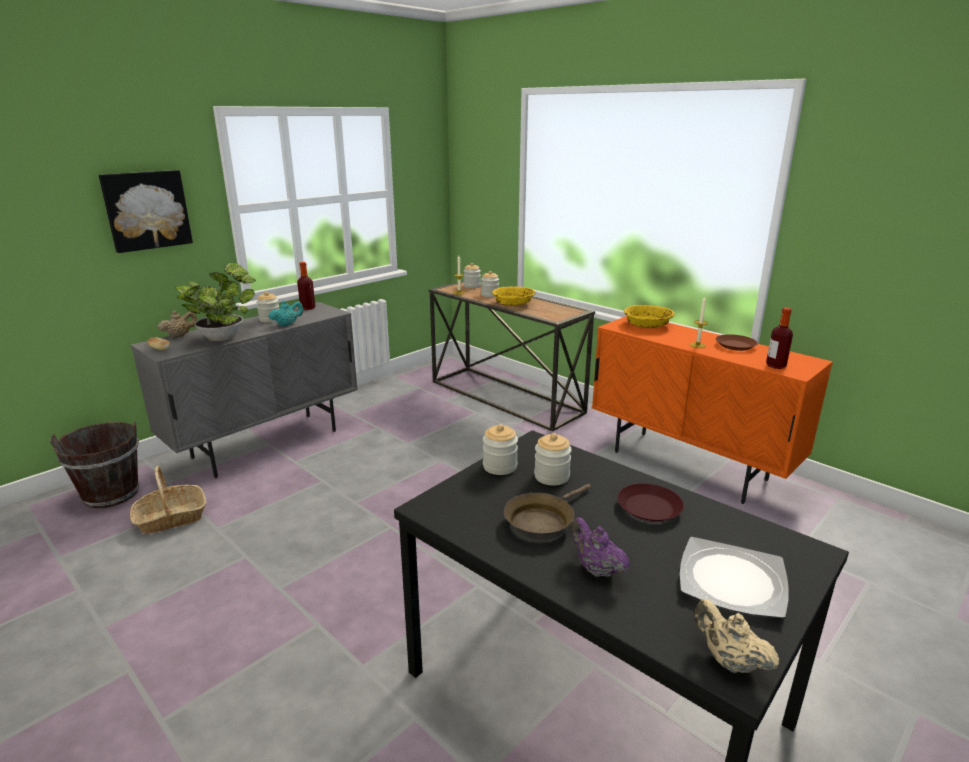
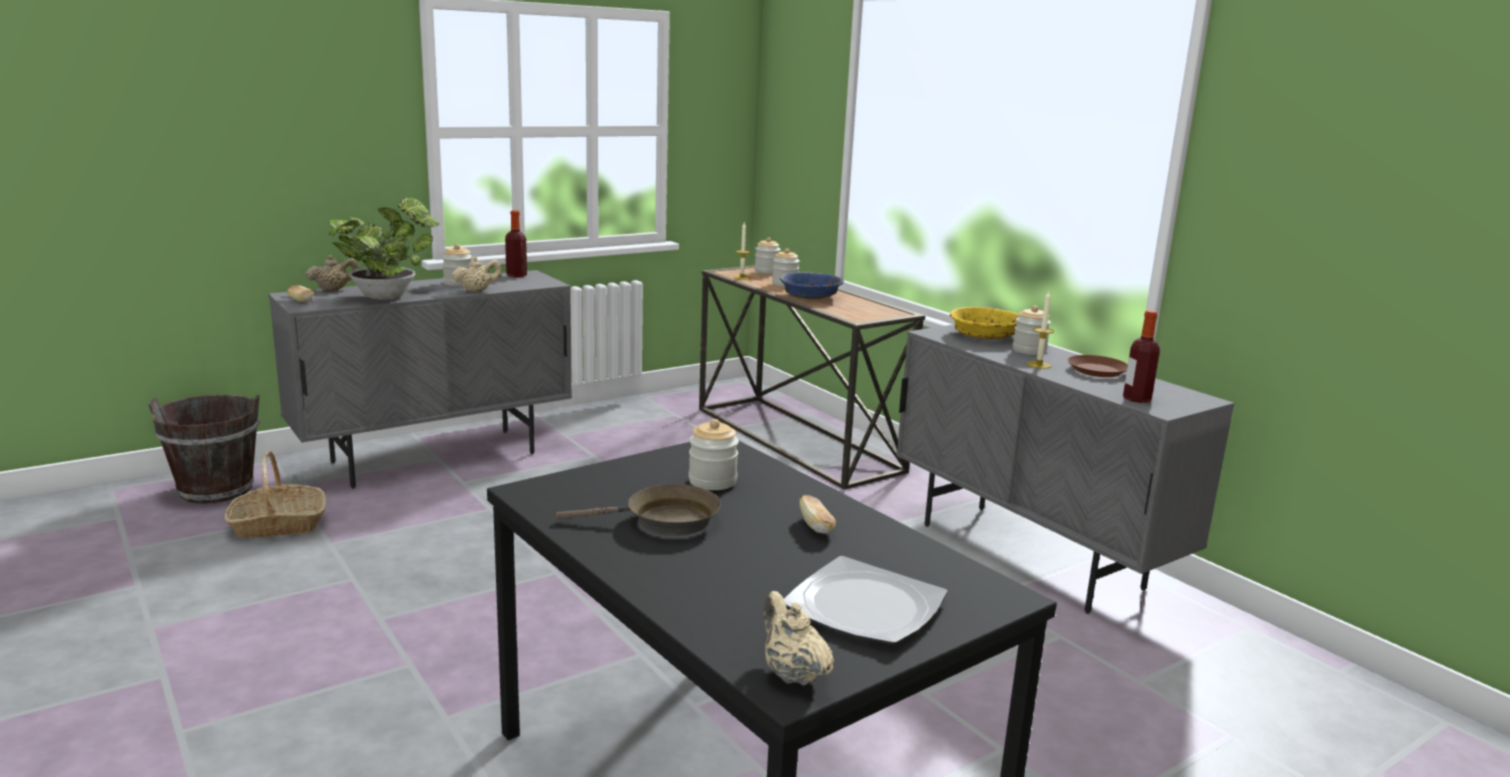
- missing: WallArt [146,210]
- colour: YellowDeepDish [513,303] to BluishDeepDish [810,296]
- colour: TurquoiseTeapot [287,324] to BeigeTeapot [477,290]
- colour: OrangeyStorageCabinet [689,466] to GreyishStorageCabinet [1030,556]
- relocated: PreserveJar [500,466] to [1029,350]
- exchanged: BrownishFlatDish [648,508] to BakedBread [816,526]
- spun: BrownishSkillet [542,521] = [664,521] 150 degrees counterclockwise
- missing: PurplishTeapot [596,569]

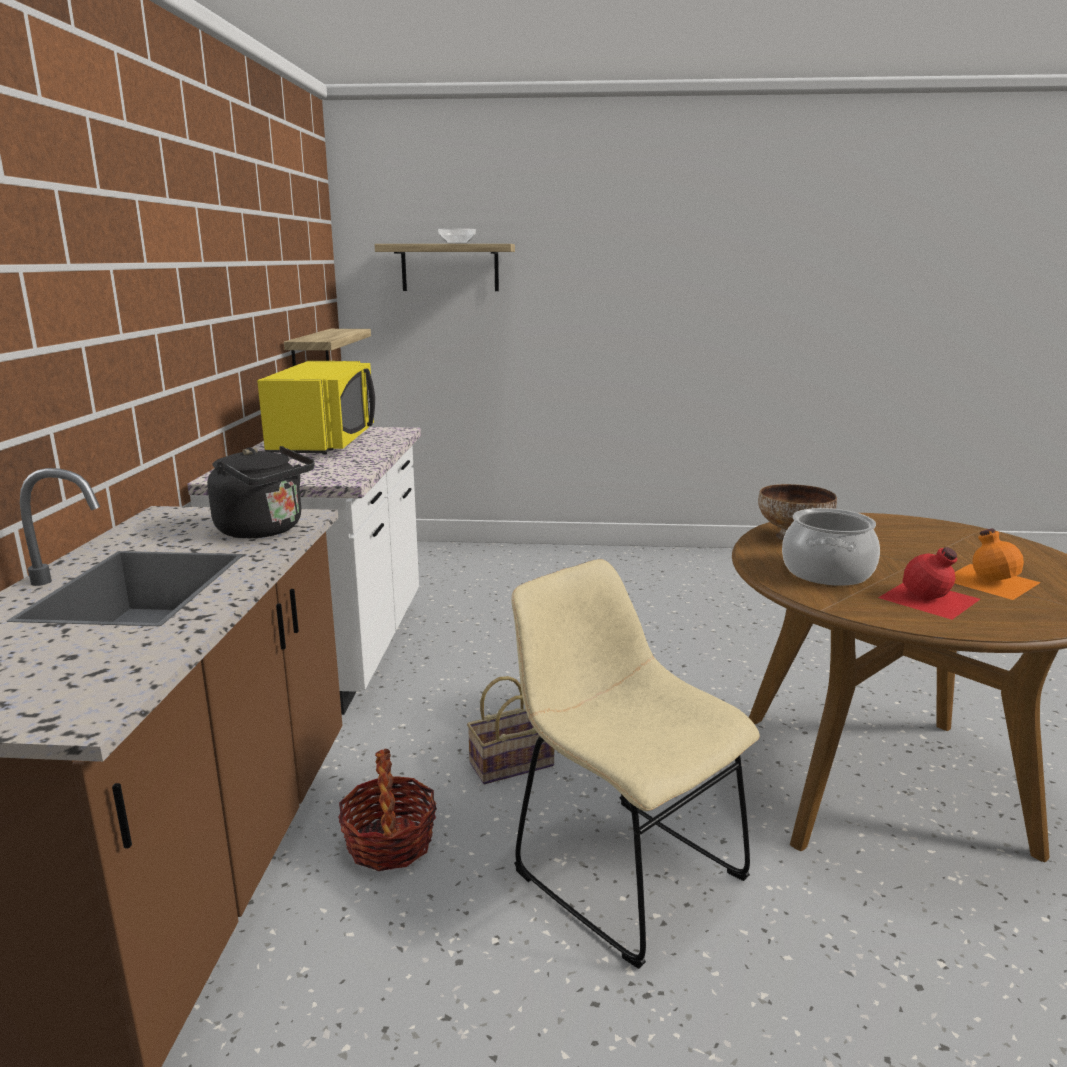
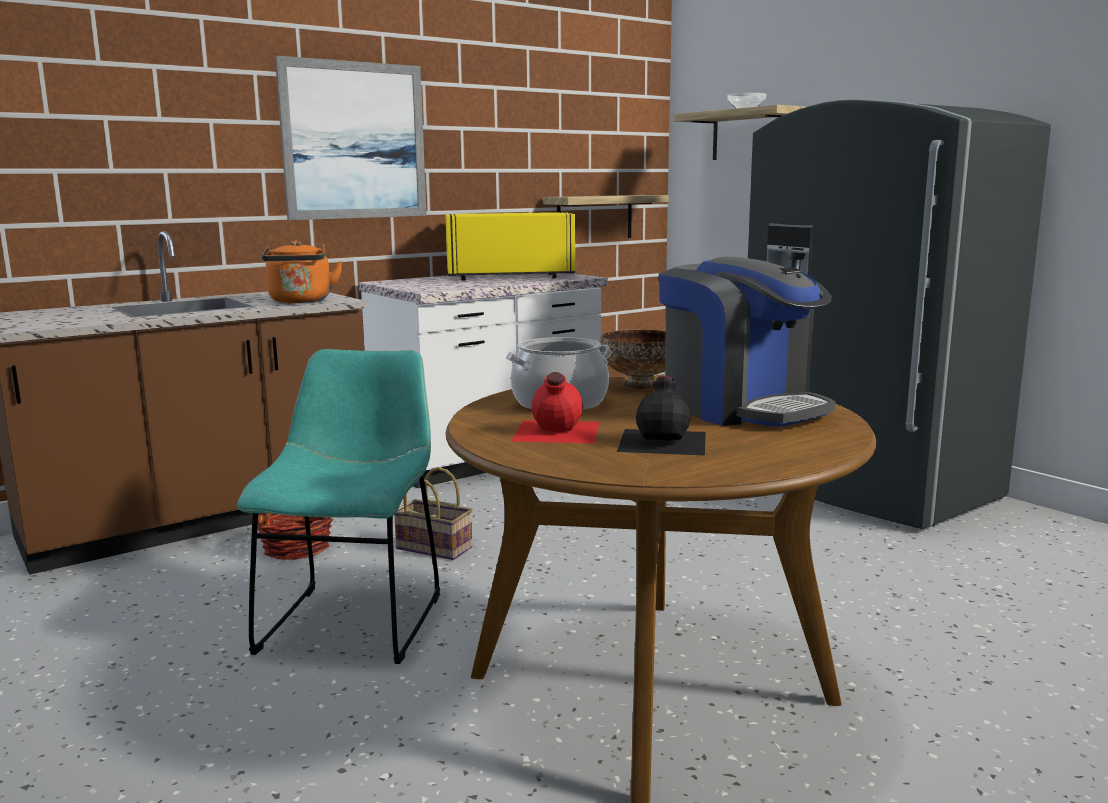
- spun: YellowMicrowaveOven [326,442] = [509,276] 150 degrees counterclockwise
- colour: BlackishKettle [265,530] to OrangeyKettle [300,301]
- colour: OrangeyBeverageBottle [989,580] to BlackishBeverageBottle [664,441]
- colour: BeigeChair [620,869] to TurquoiseChair [355,619]
- appeared: WallArt [354,141]
- appeared: GreyishKitchenFridge [864,487]
- appeared: CoffeeBrewer [740,408]

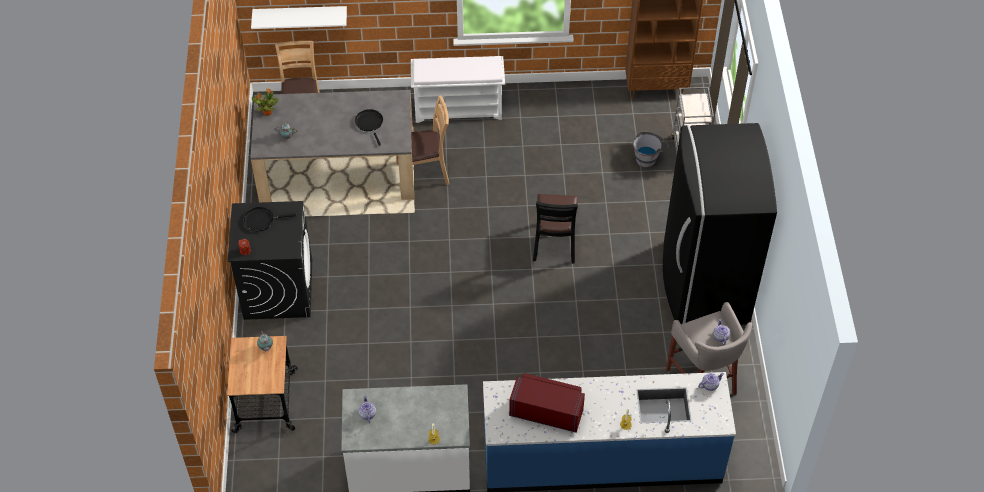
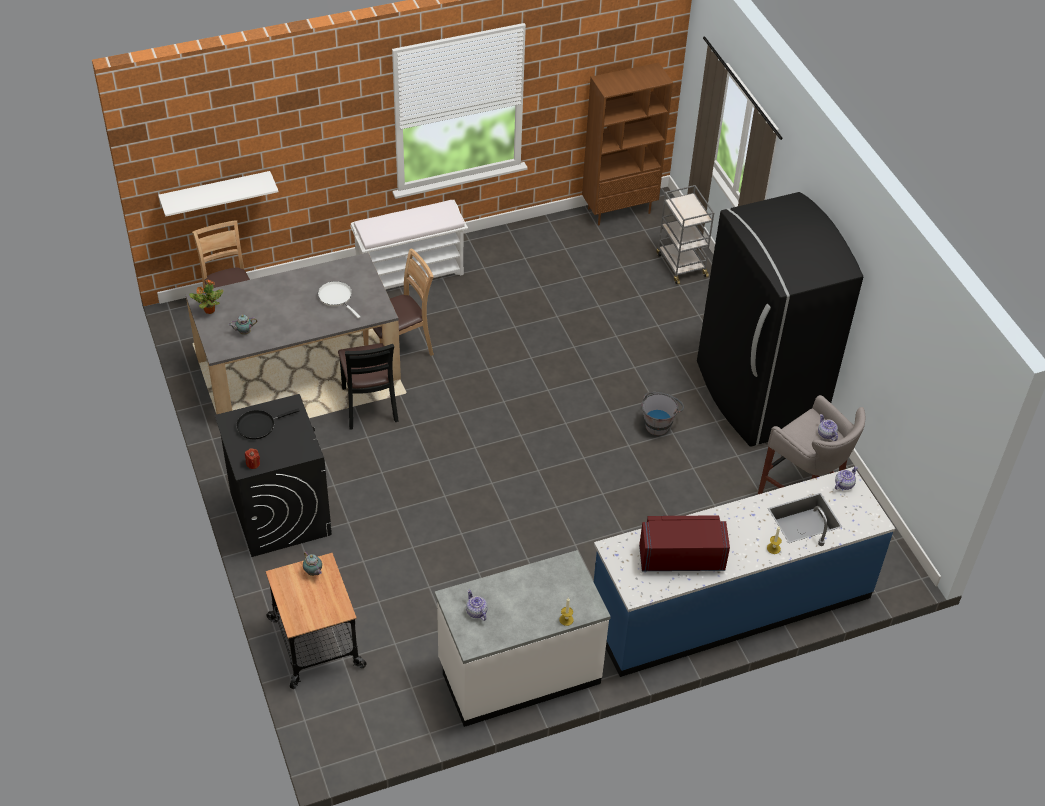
- colour: BlackishSkillet [370,123] to WhiteSkillet [337,297]
- relocated: GreyishWaterBucket [648,157] to [659,423]
- relocated: BlackishChair [554,243] to [369,405]

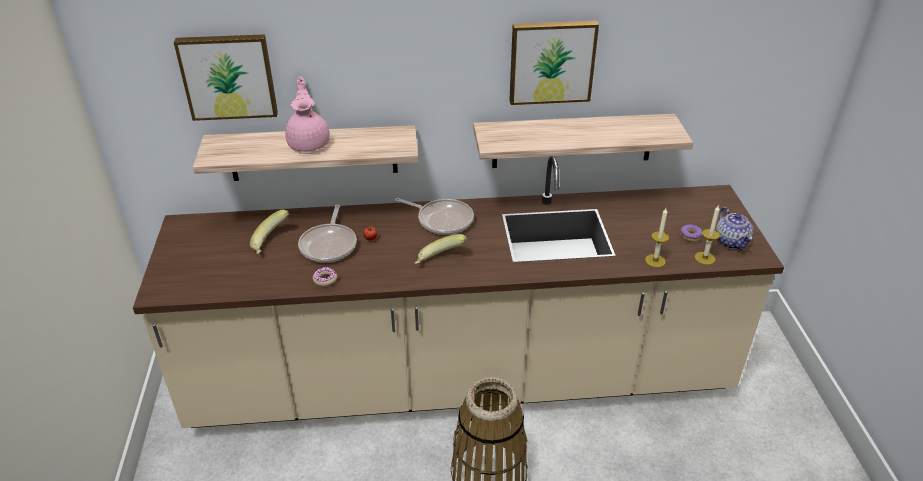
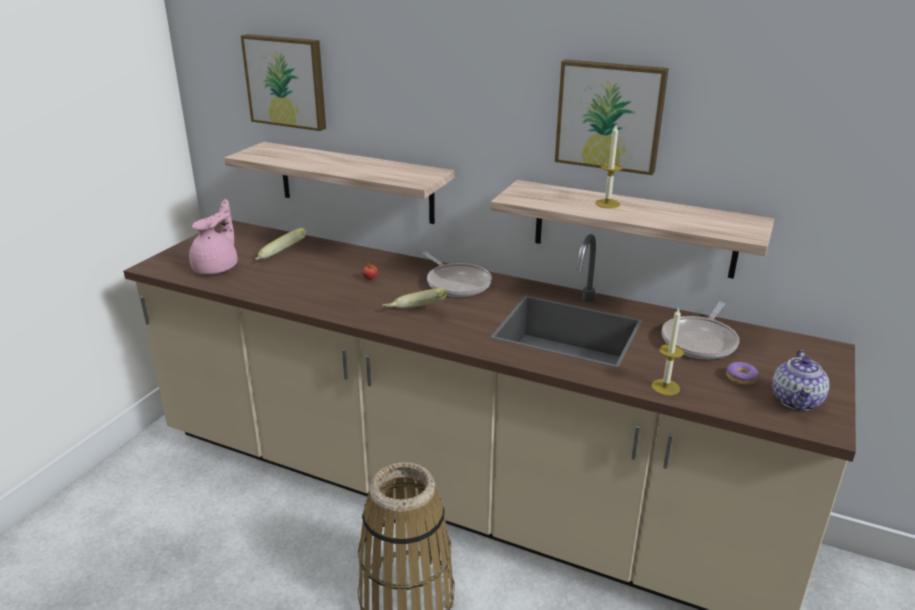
- relocated: PinkColouredTeapot [309,143] to [217,267]
- relocated: Skillet [329,245] to [700,341]
- relocated: WaxLight [705,258] to [607,203]
- missing: RingDoughnut [325,279]

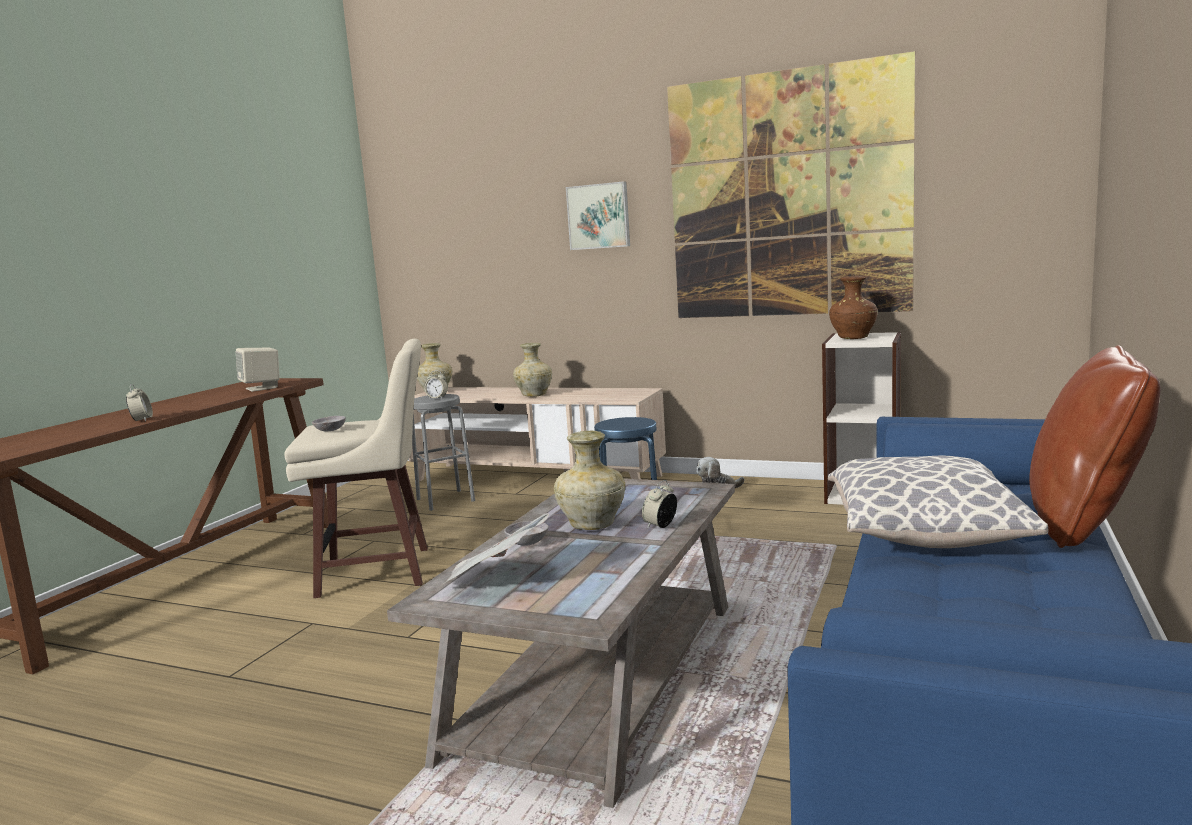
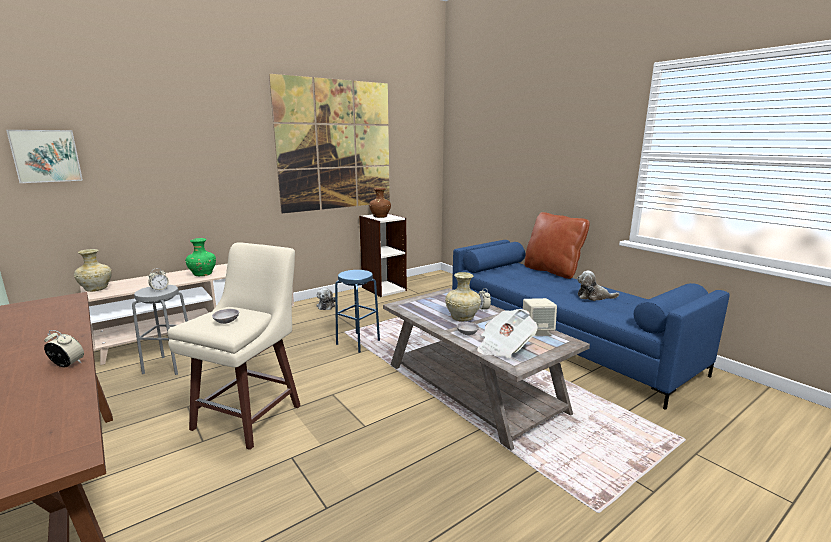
- relocated: WallArt [599,216] to [46,156]
- colour: BeigeDecorativeVase [535,395] to GreenColouredDecorativeVase [203,274]
- relocated: BeigeLoudspeaker [261,388] to [537,331]
- missing: Cushion [924,535]
- appeared: PlushToy [593,297]

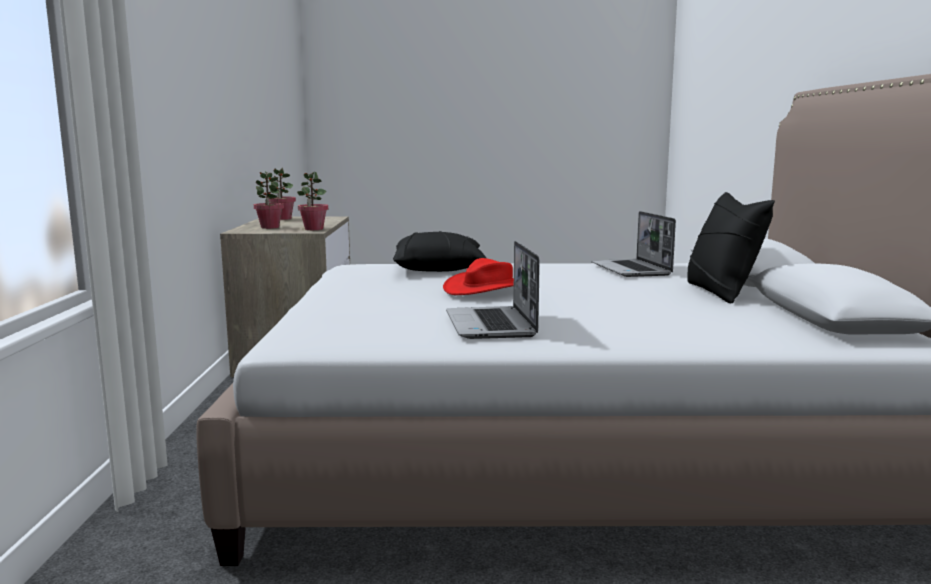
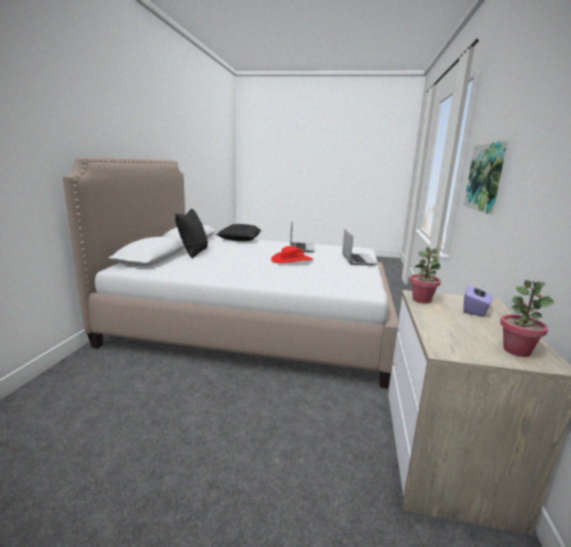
- exchanged: Houseplant [270,227] to PurplishBoxOfTissues [475,310]
- relocated: Laptop [632,270] to [358,260]
- relocated: BlackishCushion [439,269] to [239,239]
- appeared: WallArt [486,177]

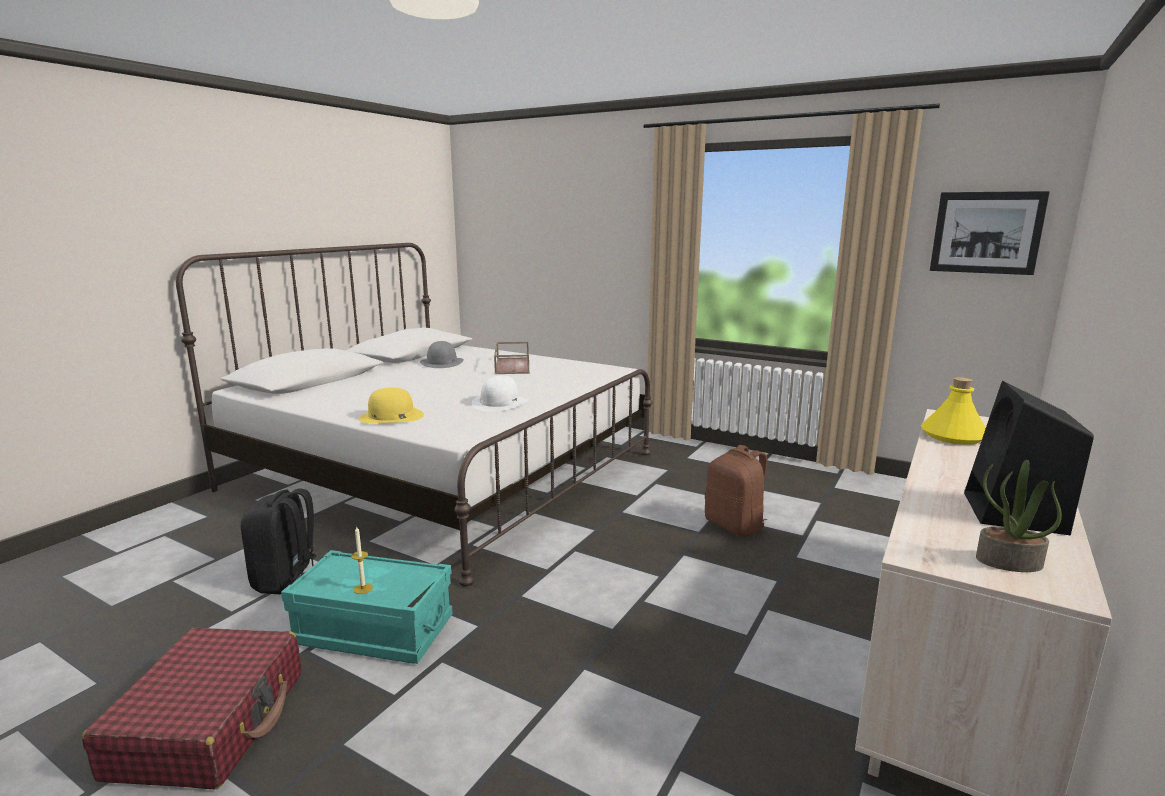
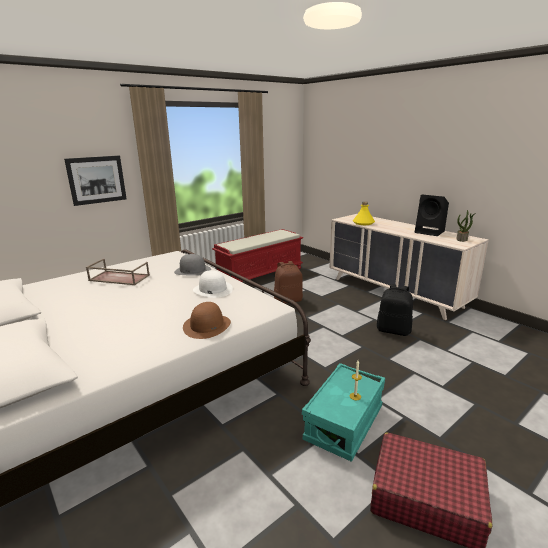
- relocated: WallArt [986,232] to [97,180]
- relocated: GreyishClothingHat [442,363] to [193,270]
- colour: YellowClothingHat [391,416] to BrownishClothingHat [207,326]
- relocated: BlackishRucksack [287,579] to [393,330]
- appeared: RedIndoorBench [260,274]

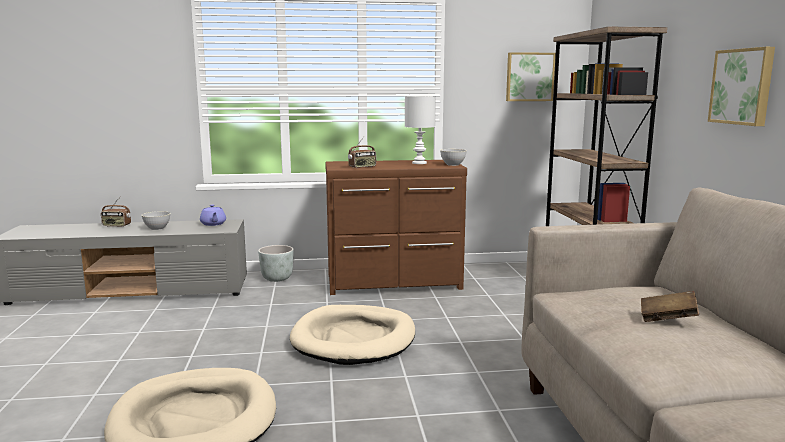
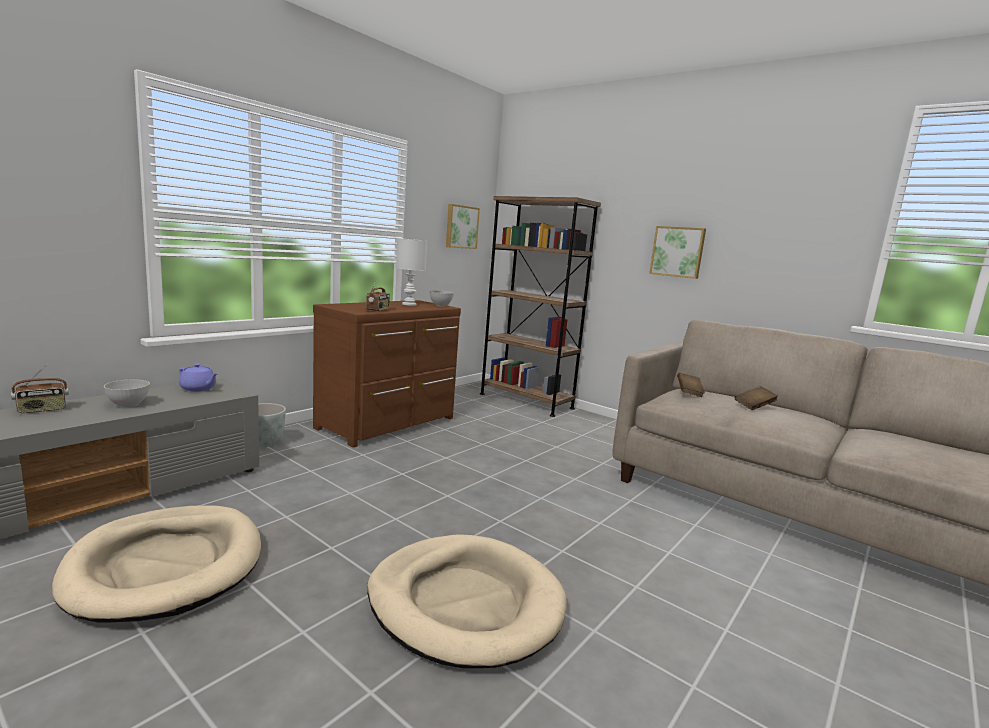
- relocated: BeigeDogBed [354,339] to [167,566]
- appeared: BrownishVolume [689,392]

